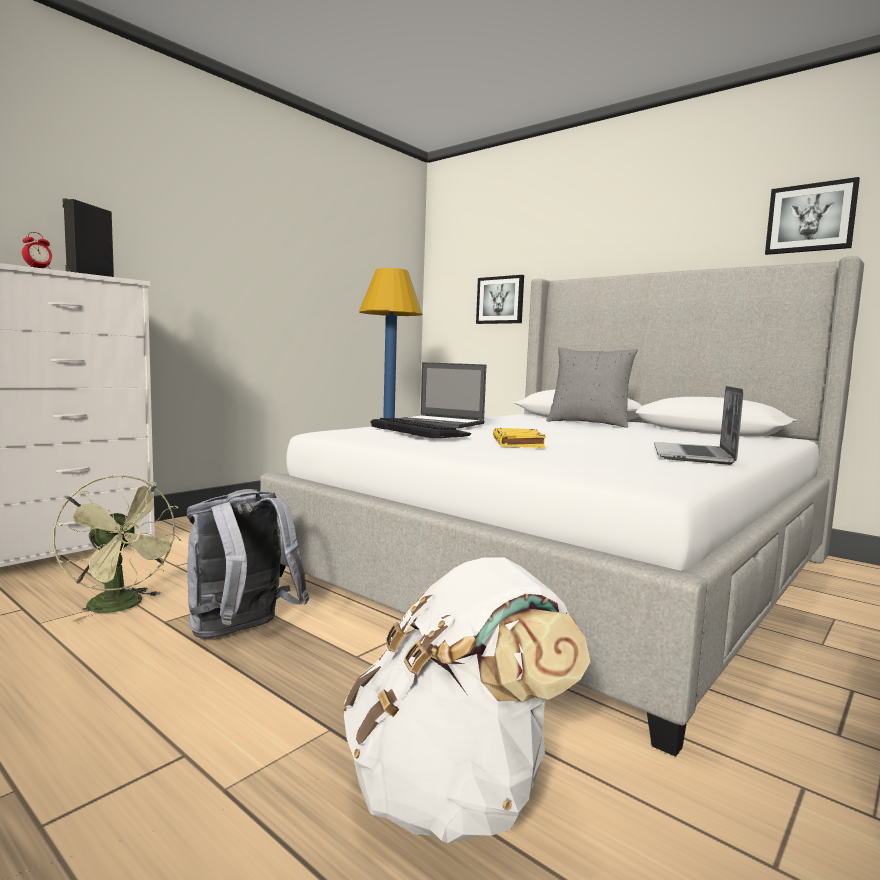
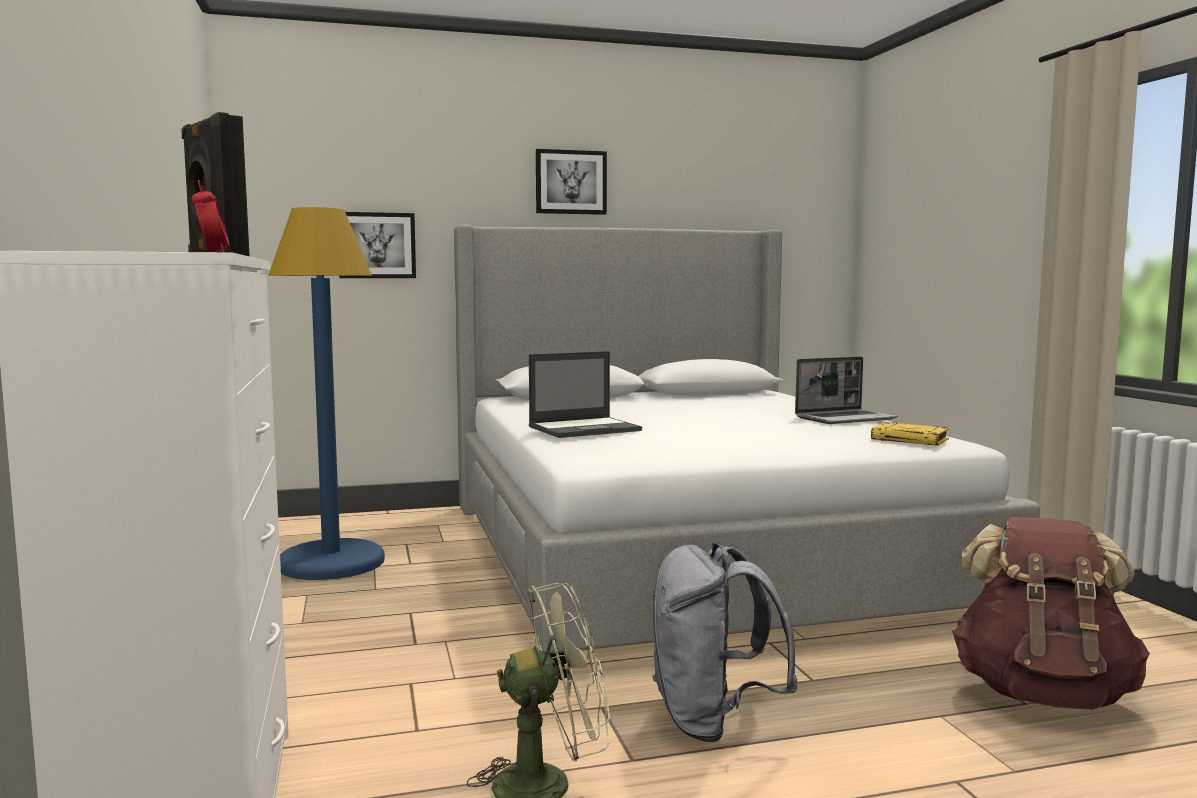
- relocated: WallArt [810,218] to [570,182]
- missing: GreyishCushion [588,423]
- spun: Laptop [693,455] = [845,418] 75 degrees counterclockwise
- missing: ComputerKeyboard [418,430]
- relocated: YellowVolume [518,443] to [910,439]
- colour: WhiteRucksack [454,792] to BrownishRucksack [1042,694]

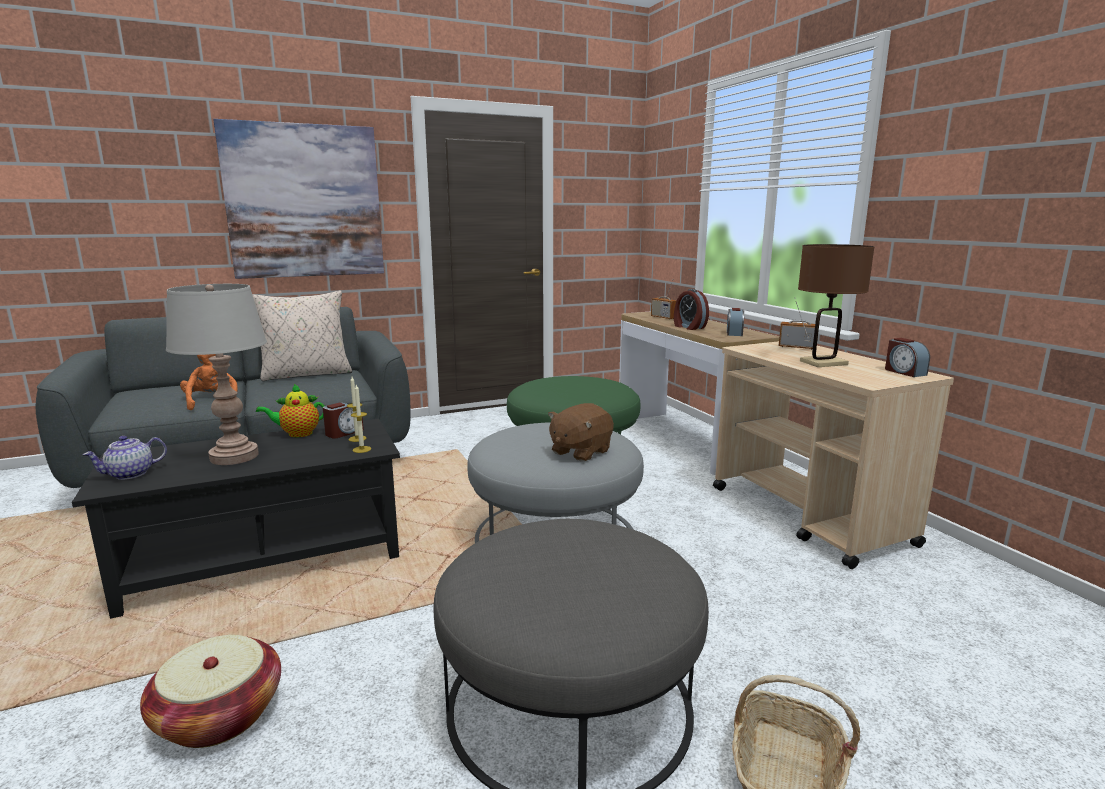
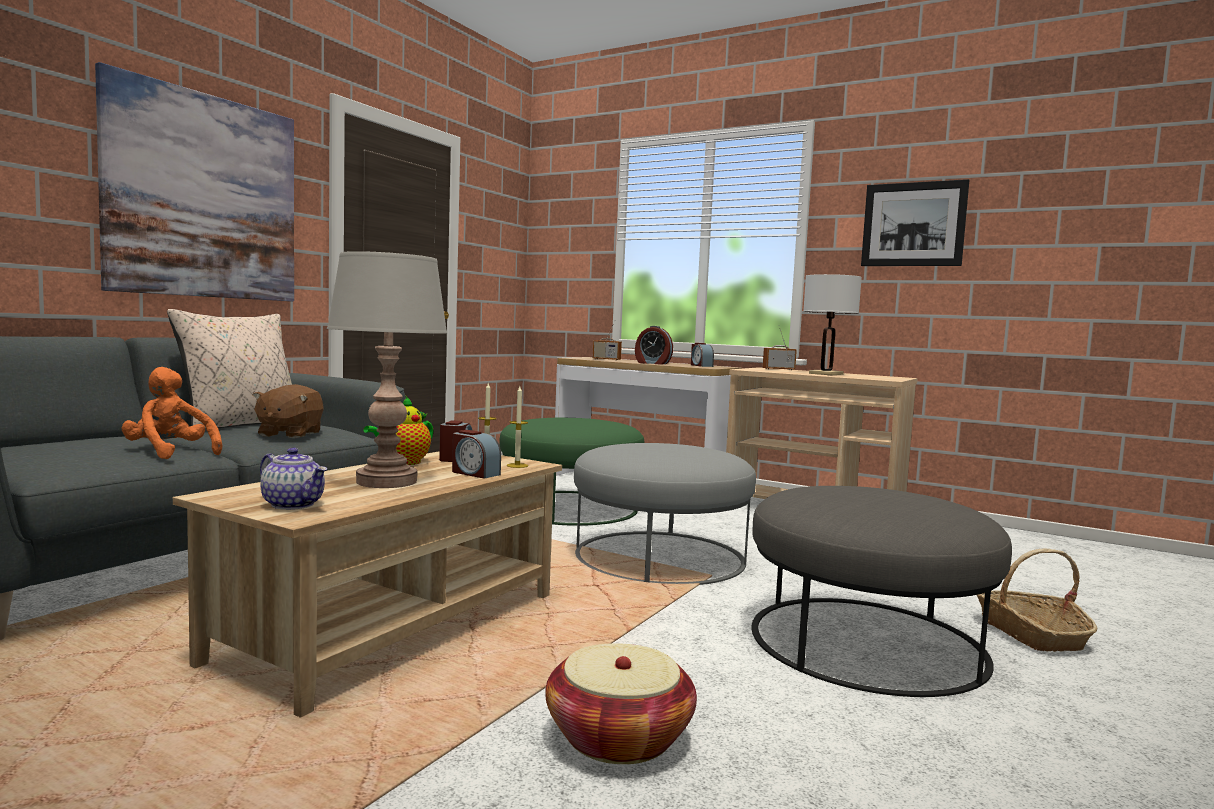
- colour: BrownishLampForATable [823,363] to WhiteLampForATable [826,374]
- relocated: AlarmClock [904,372] to [474,473]
- relocated: BrownishPlushToy [580,451] to [289,434]
- colour: BlackishCoffeeTable [266,558] to BeigeCoffeeTable [393,627]
- spun: Teapot [130,474] = [294,504] 75 degrees counterclockwise
- appeared: WallArt [913,224]

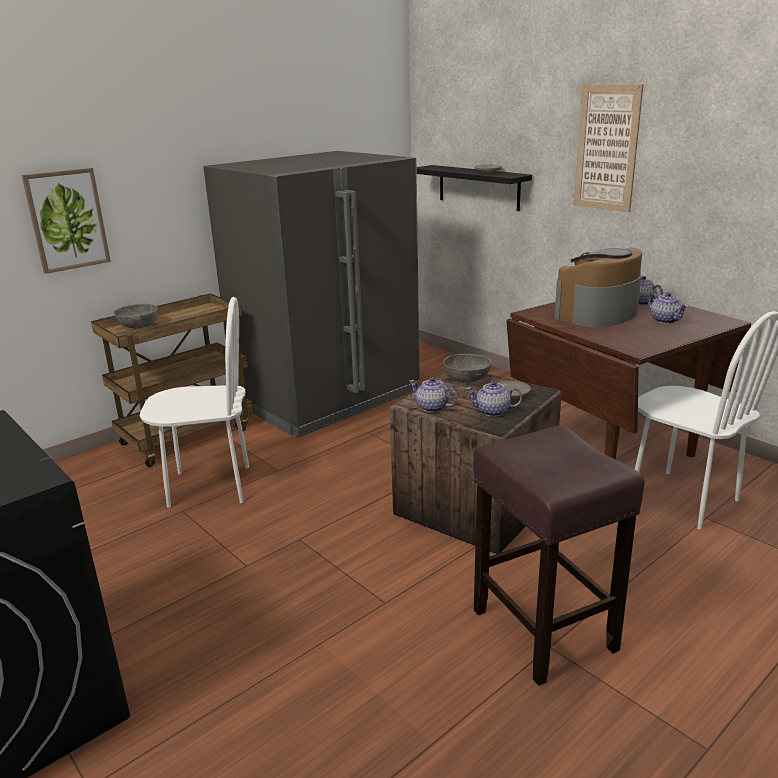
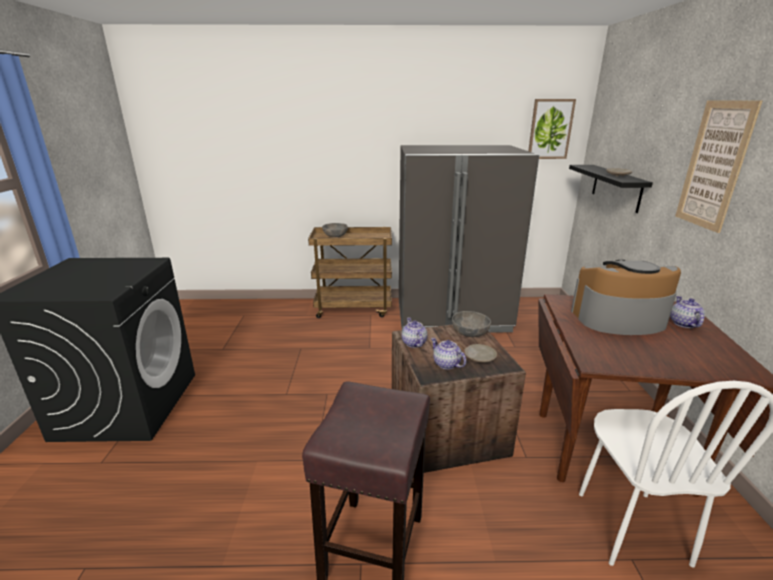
- relocated: WallArt [67,220] to [550,129]
- missing: Teapot [665,320]
- missing: WhiteChair [210,486]

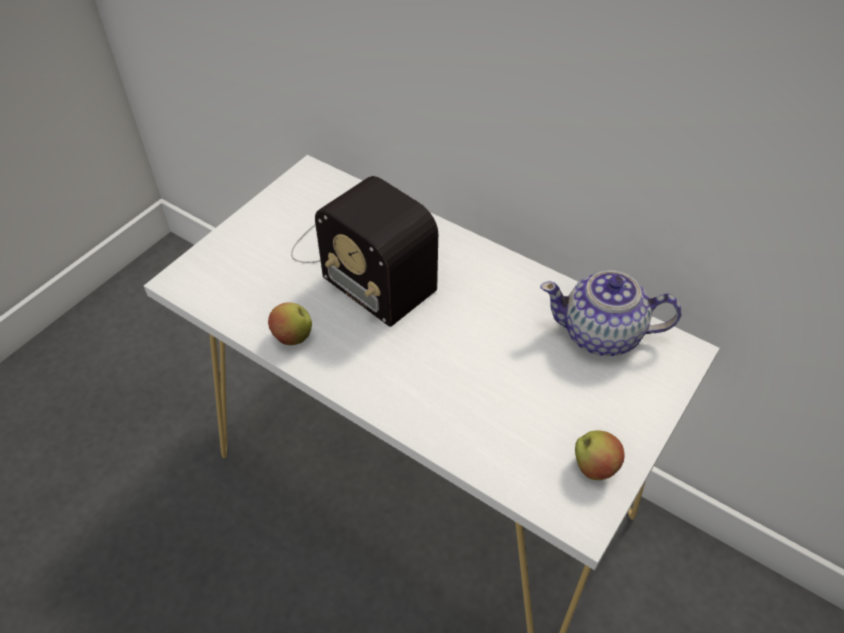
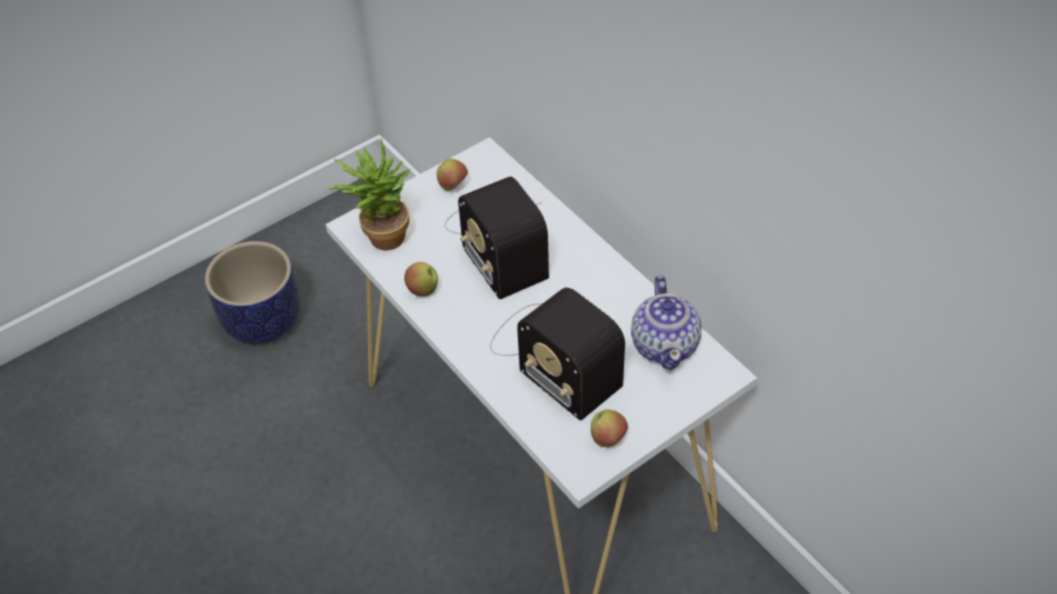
- spun: Teapot [602,334] = [665,344] 120 degrees counterclockwise
- appeared: Houseplant [381,235]
- appeared: AppleFruit [453,186]
- appeared: PlantPot [262,322]
- appeared: Radio [553,355]

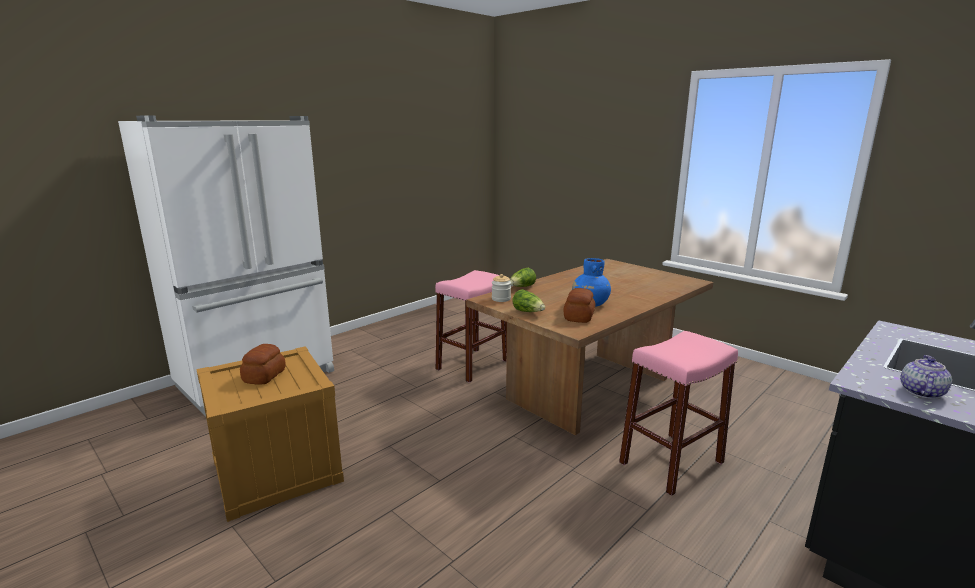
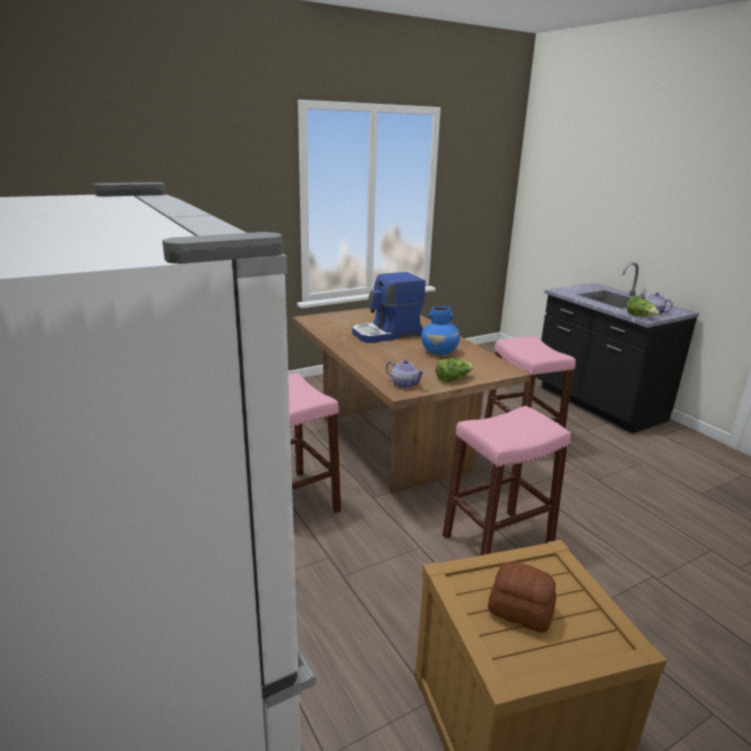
- relocated: LettuceHead [522,287] to [640,316]
- exchanged: PreserveJar [501,299] to Teapot [404,384]
- missing: BakedBread [579,316]
- appeared: CoffeeBrewer [387,334]
- appeared: PinkColouredStoolSeat [497,541]

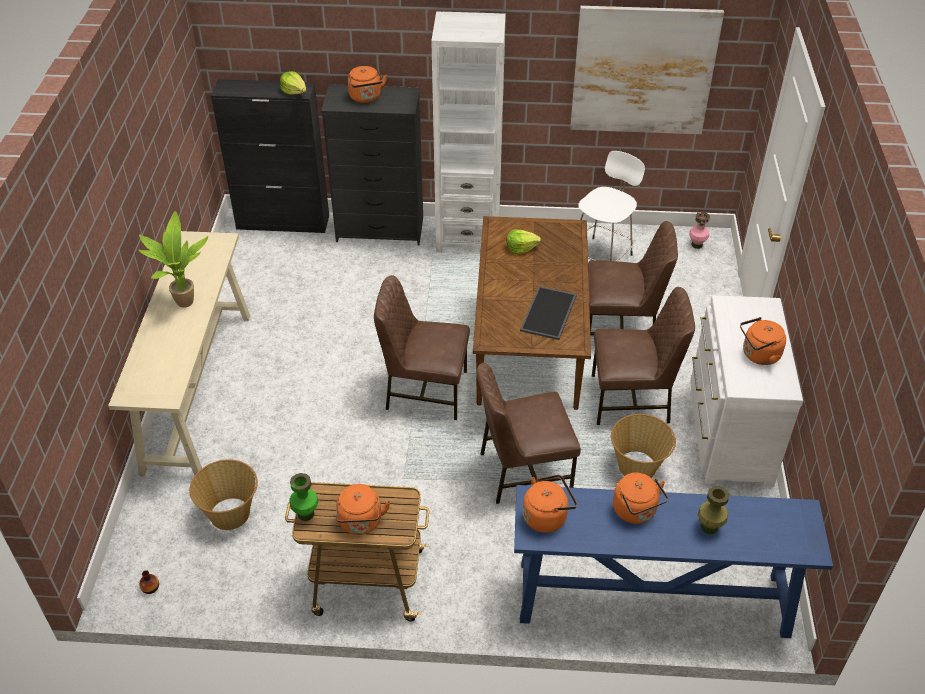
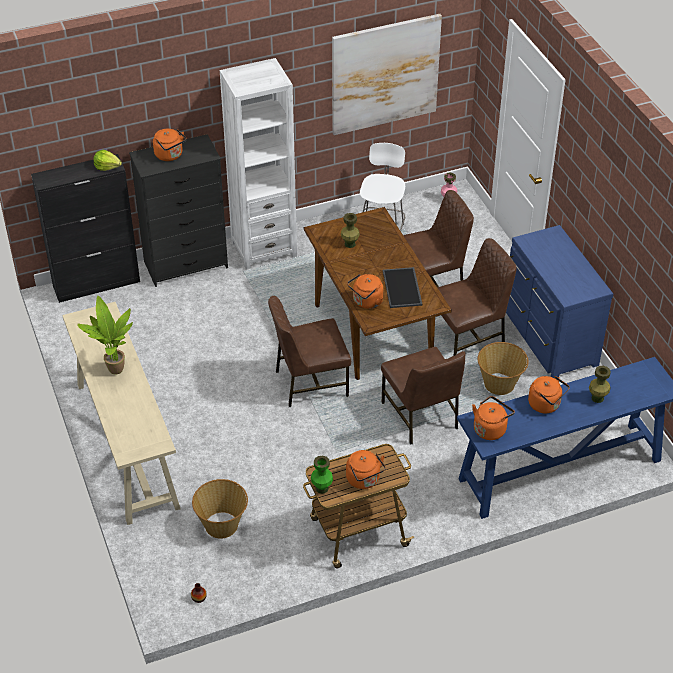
- exchanged: LettuceHead [521,248] to GreenColouredDecorativeVase [349,244]
- colour: WhiteDresser [727,432] to BluishDresser [548,338]
- relocated: OrangeyKettle [758,355] to [366,302]
- spun: BrownishChair [523,471] = [421,416] 75 degrees counterclockwise

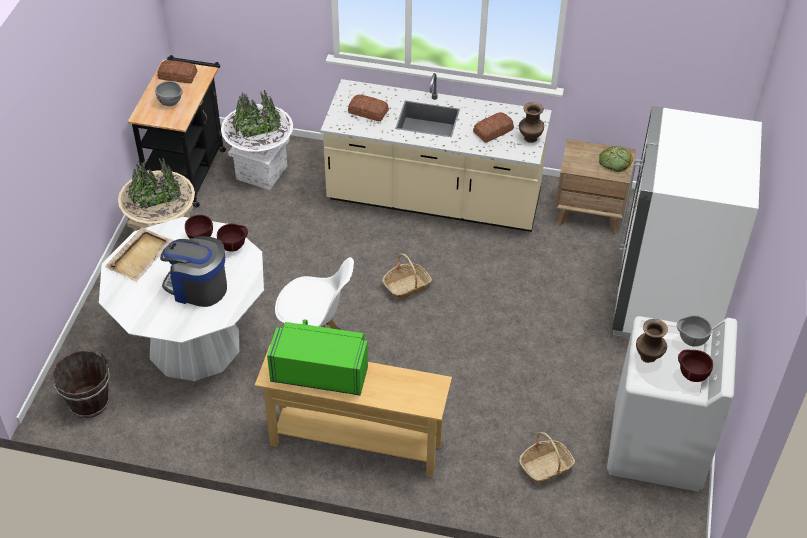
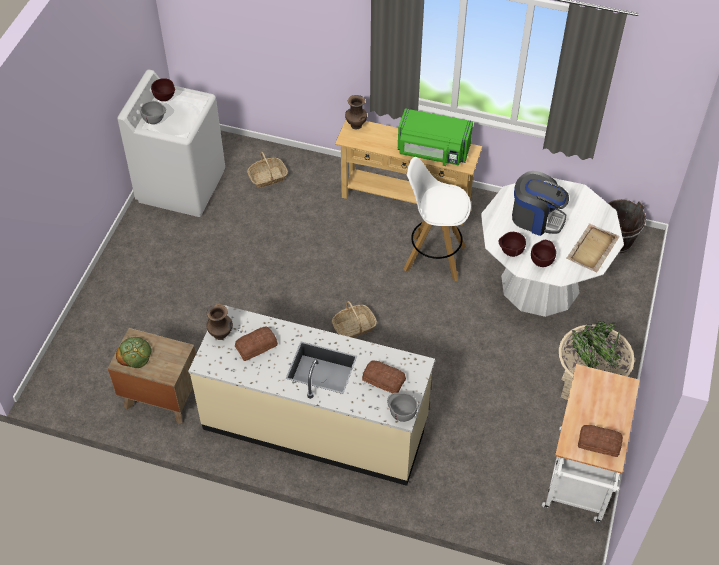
- colour: BlackishWheeledCart [188,170] to WhiteWheeledCart [578,481]
- relocated: GreyishDeepDish [171,104] to [401,414]
- missing: WhitePlantPot [261,172]
- missing: WhiteKitchenFridge [665,302]
- relocated: BrownishDecorativeVase [648,357] to [355,125]

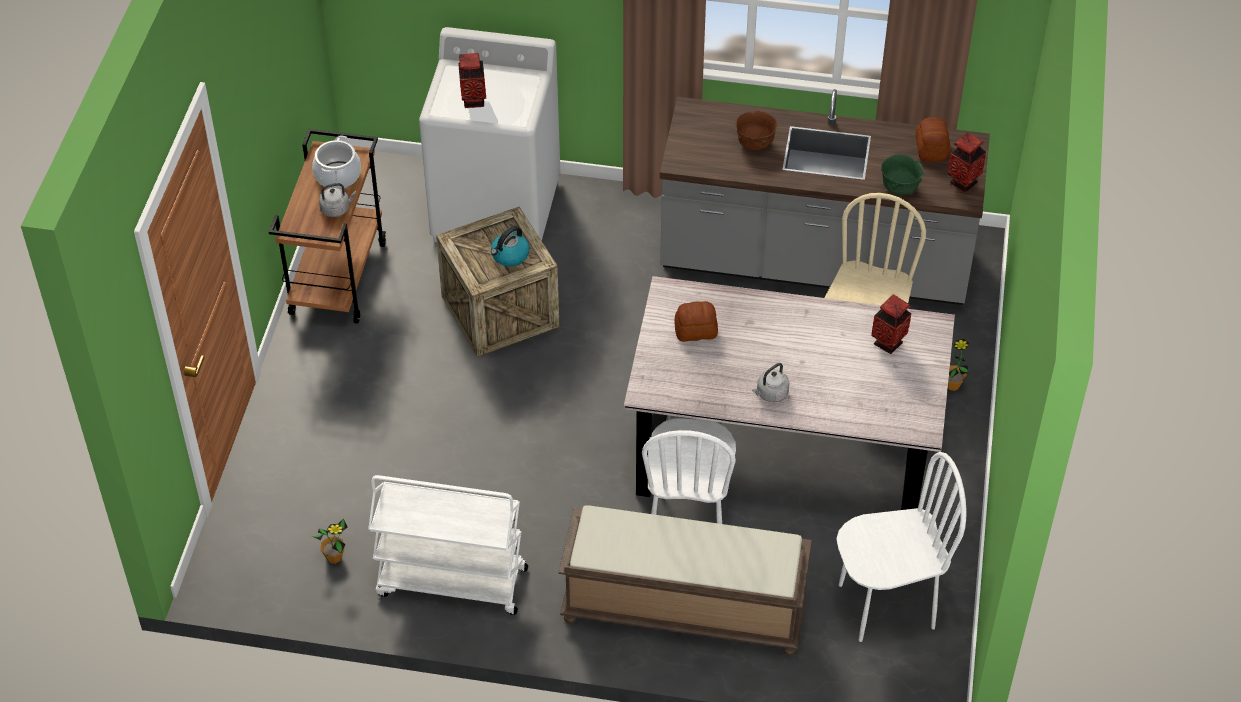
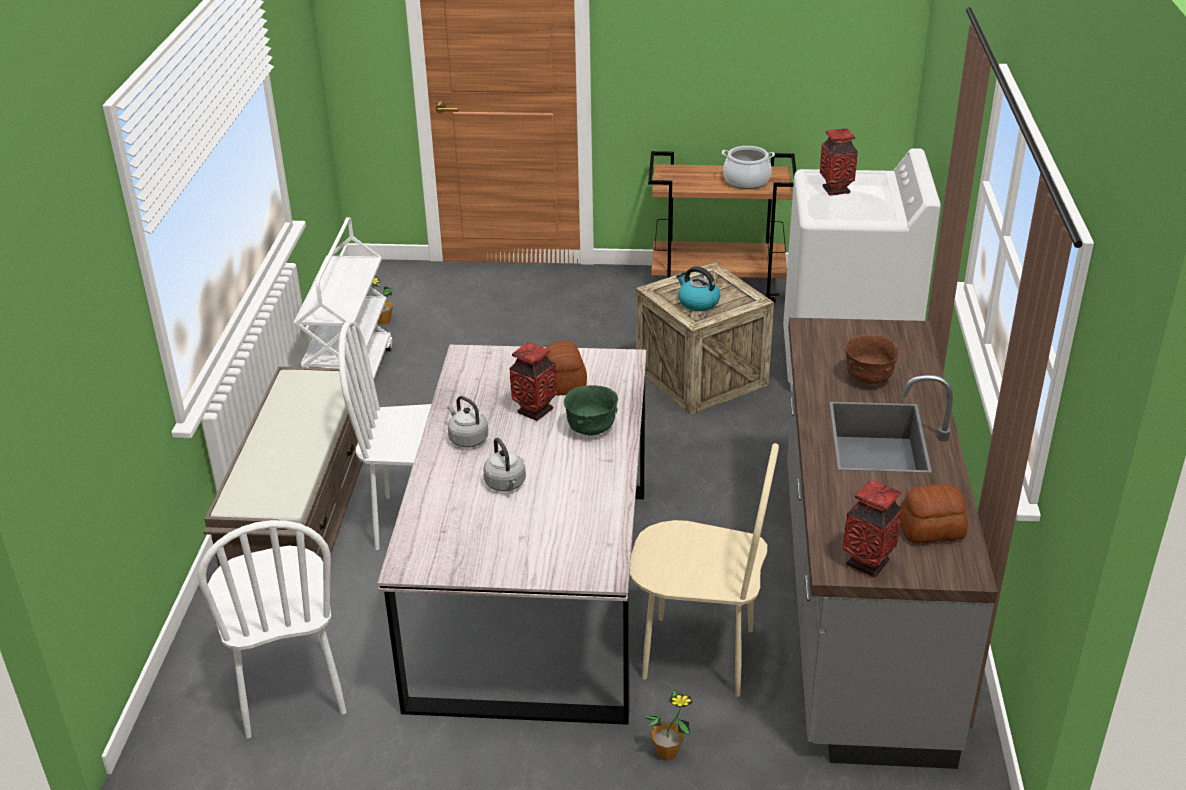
- relocated: GreenColouredDeepDish [899,188] to [591,429]
- relocated: GreyishKettle [337,209] to [506,484]
- relocated: DecorativeVase [888,343] to [535,411]

